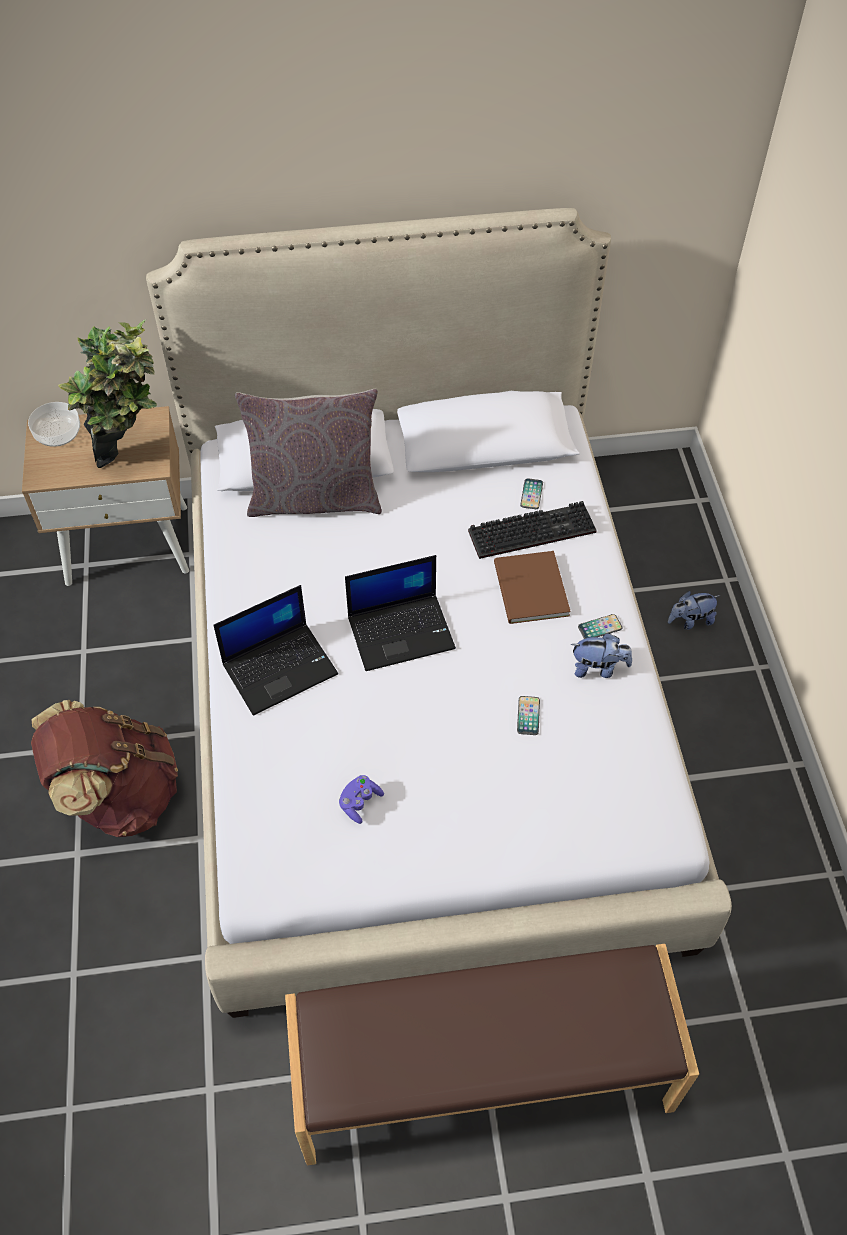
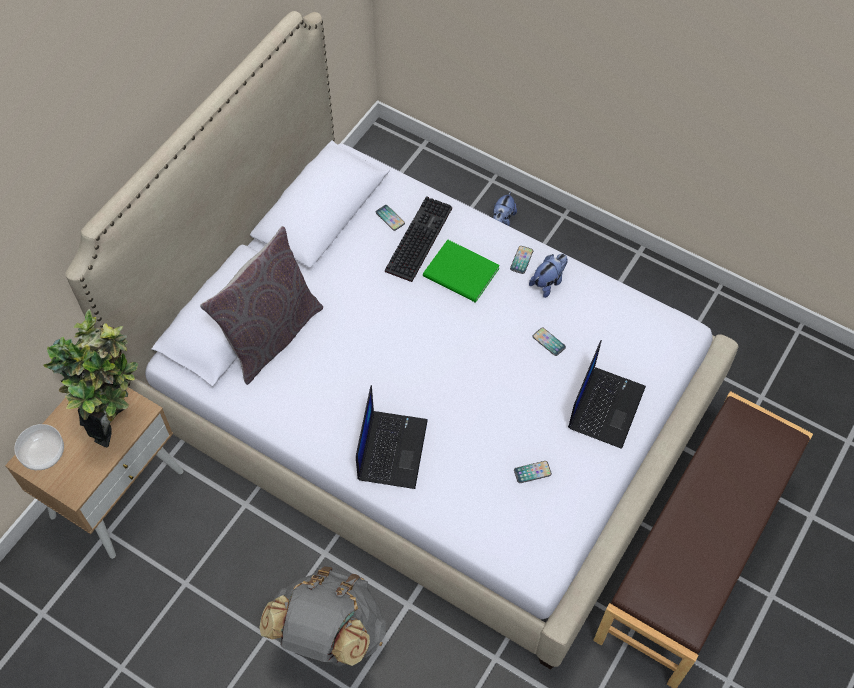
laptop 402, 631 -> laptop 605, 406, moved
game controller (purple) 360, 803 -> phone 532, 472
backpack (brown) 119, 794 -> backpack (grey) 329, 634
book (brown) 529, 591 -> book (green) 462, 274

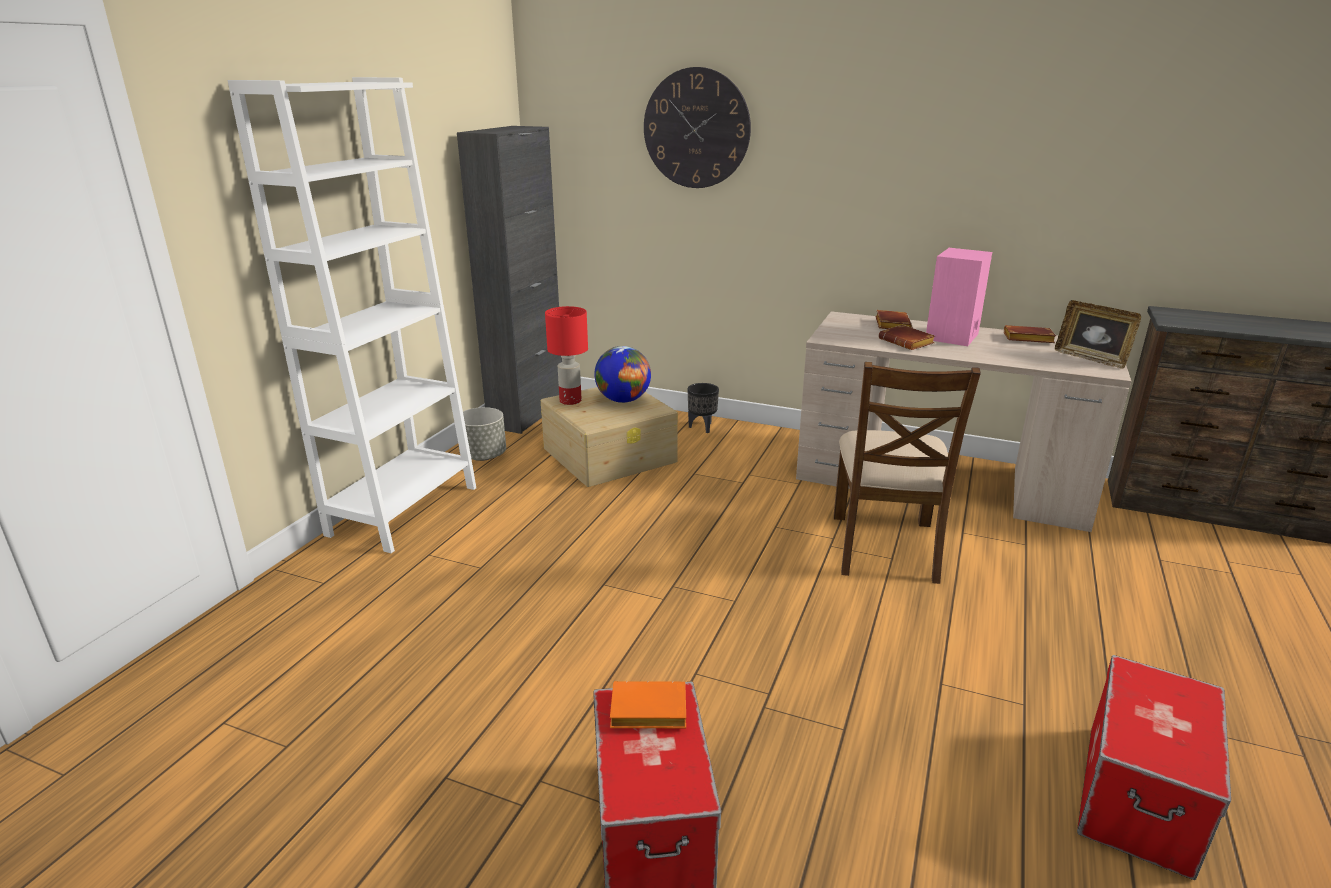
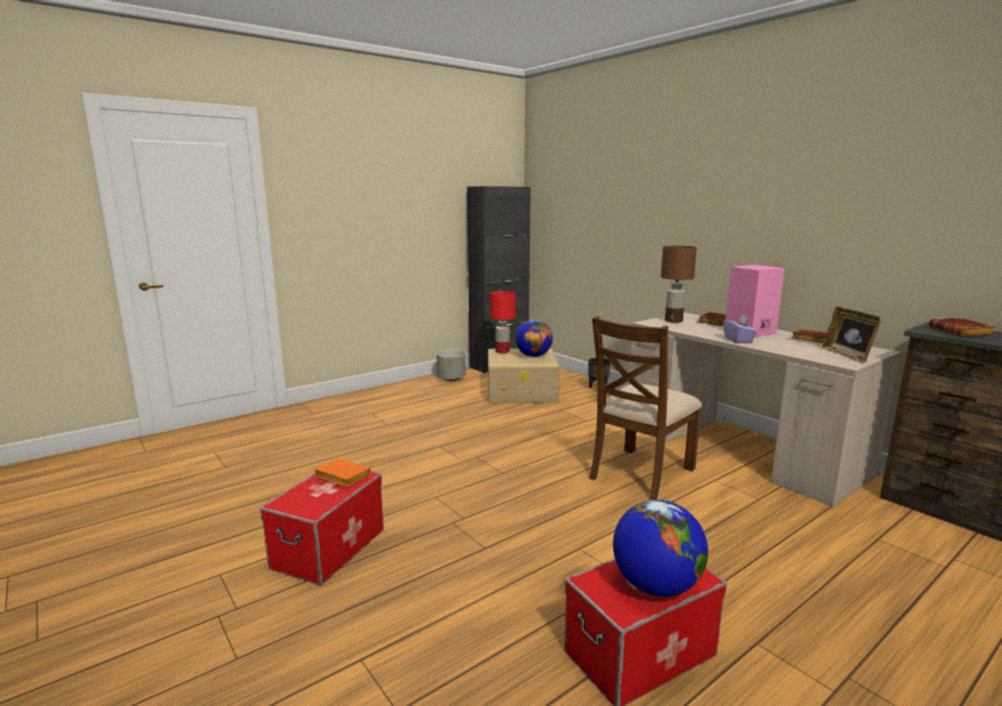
bookcase (white) 404, 510 -> none
wall clock 696, 129 -> none
none -> globe 656, 586
none -> table lamp (brown) 674, 321
none -> tissue box (purple) 738, 340
book (brown) 908, 342 -> book (brown) 962, 332, moved

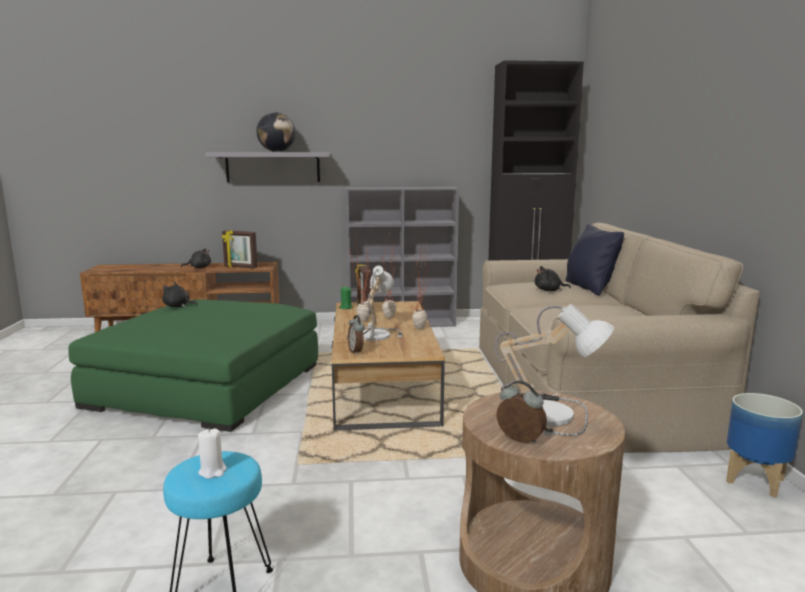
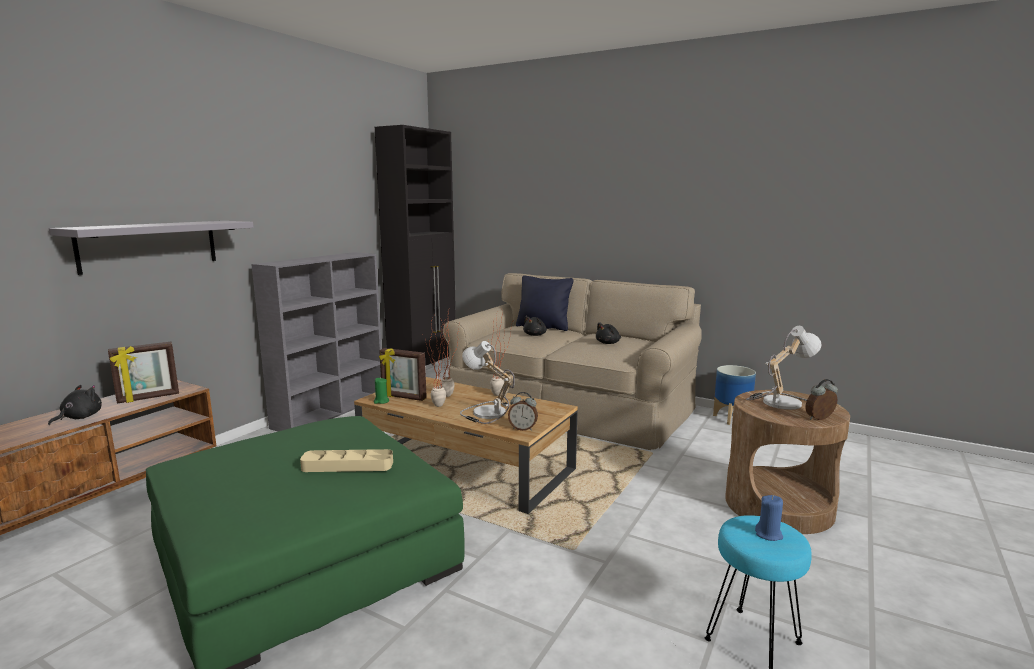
globe 277, 151 -> none
none -> tray (beige) 347, 465
plush toy (black) 178, 306 -> plush toy (black) 608, 343, moved
candle (white) 212, 471 -> candle (blue) 768, 534

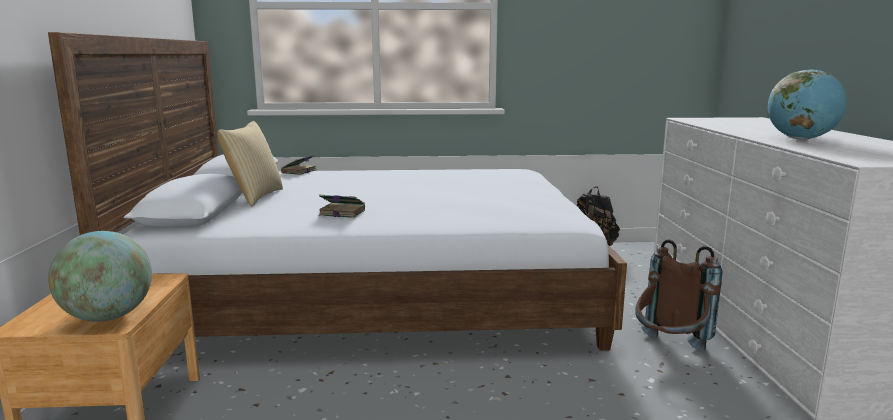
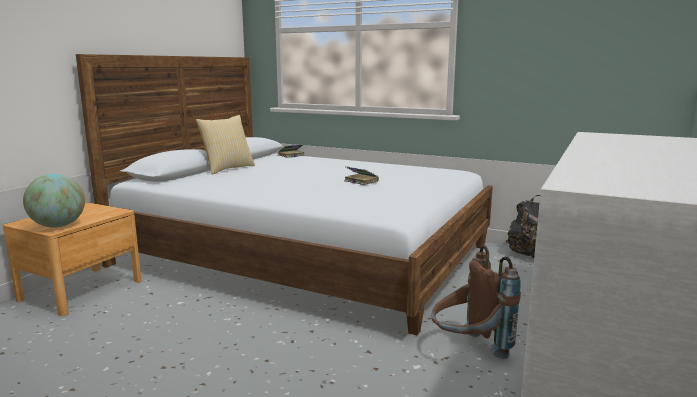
globe 801, 139 -> none
book 341, 213 -> book 360, 181, moved

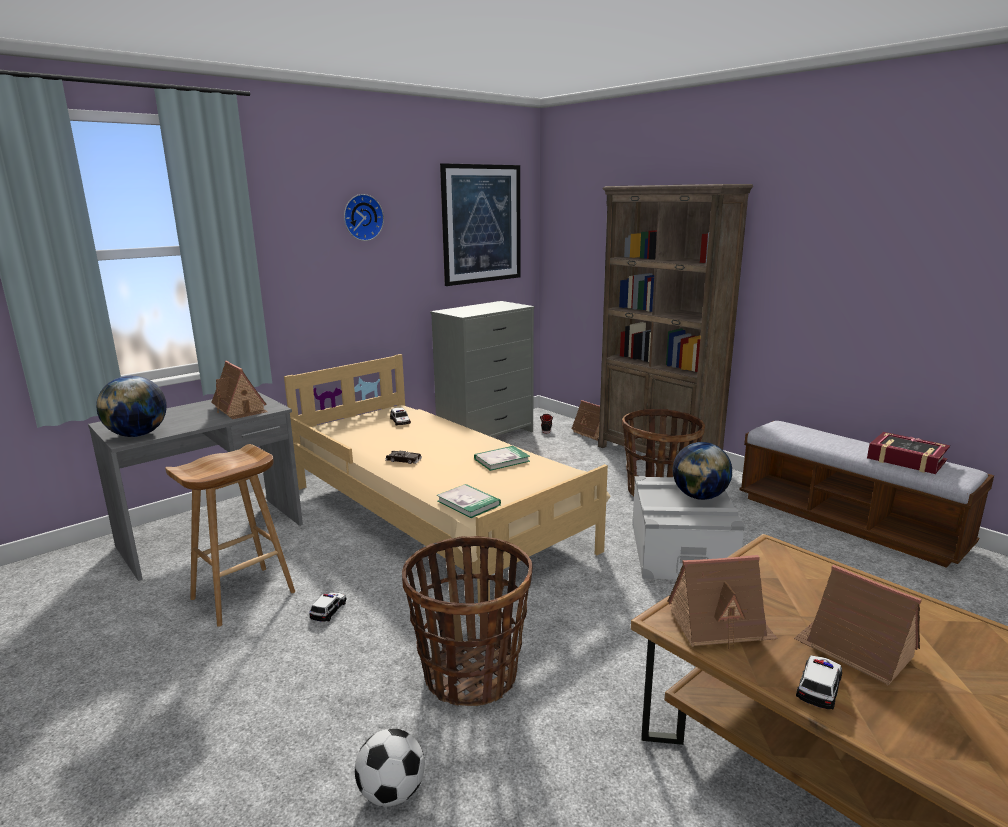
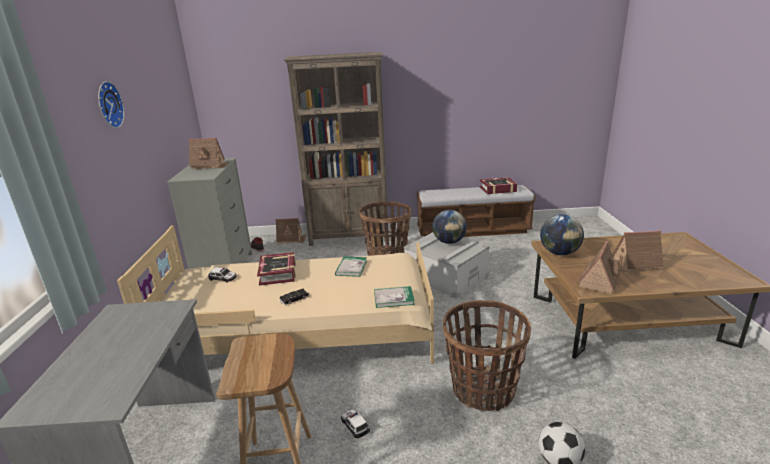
picture 482, 224 -> none
toy car 819, 686 -> none
none -> book 278, 273
globe 138, 435 -> globe 559, 253, moved
toy house 240, 409 -> toy house 210, 165, moved

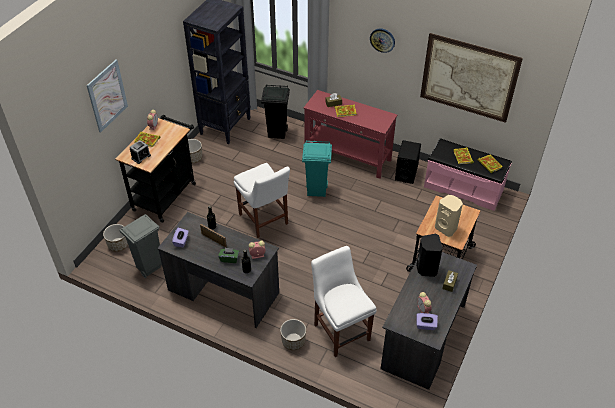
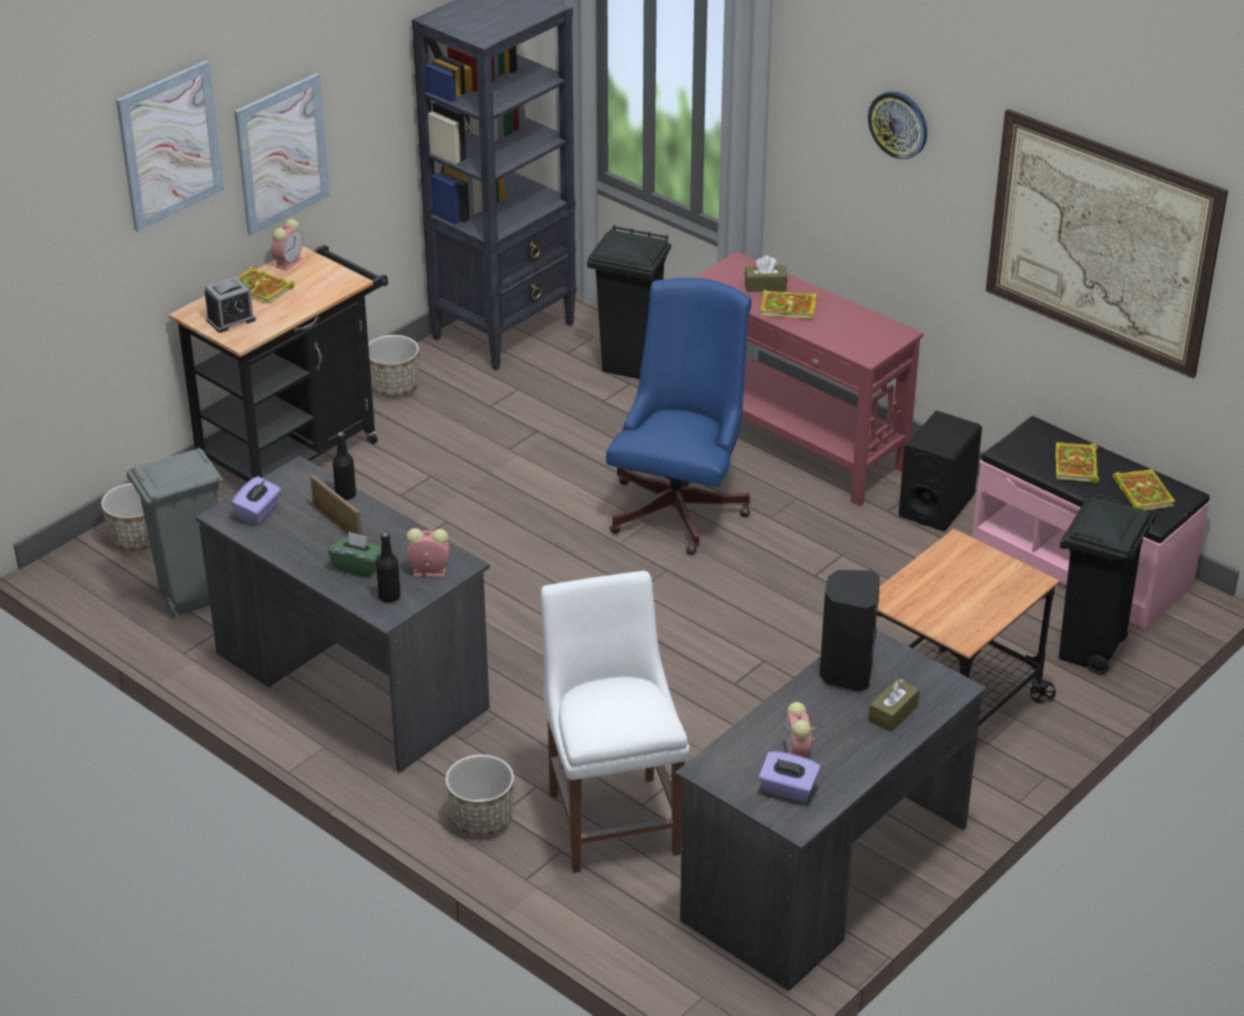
chair (white) 264, 221 -> none
speaker (beige) 446, 228 -> none
none -> picture 282, 153
none -> trash can (black) 1090, 652
trash can (turquoise) 317, 190 -> office chair (blue) 681, 506

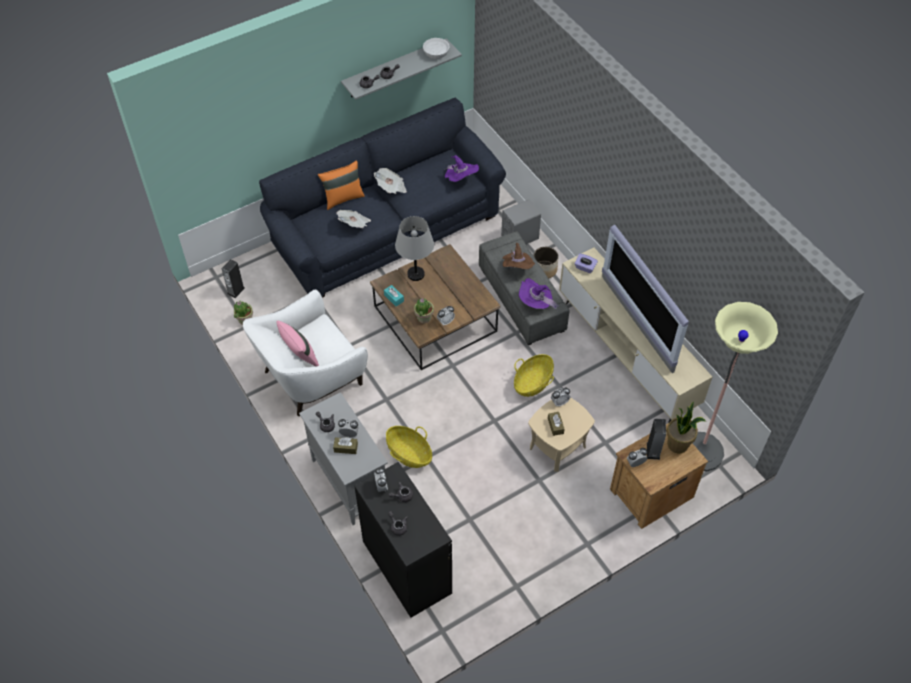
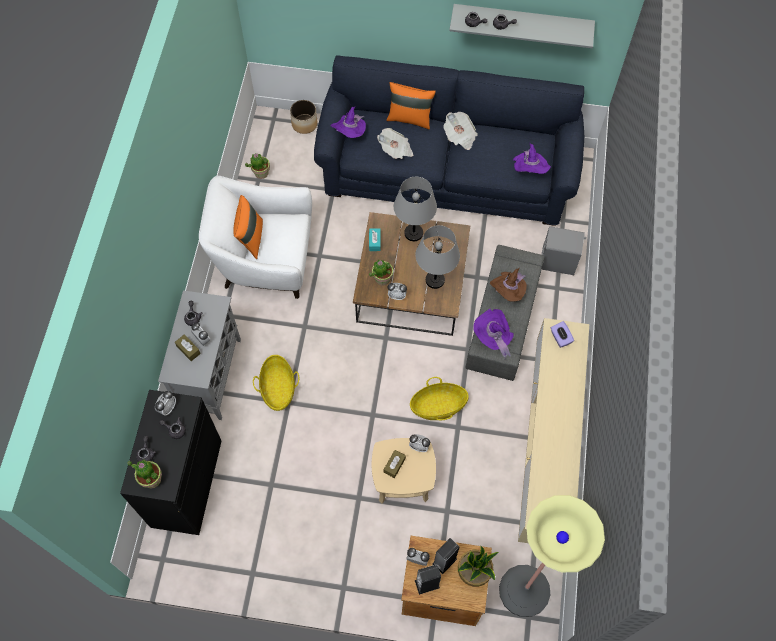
bowl (white) 436, 52 -> none
television 636, 324 -> none
none -> potted plant 151, 479
none -> hat (purple) 350, 133
none -> table lamp (grey) 435, 280
speaker 236, 290 -> speaker 427, 584, moved
planter 544, 269 -> planter 305, 124, moved
pillow (pink) 300, 356 -> pillow (orange) 251, 238

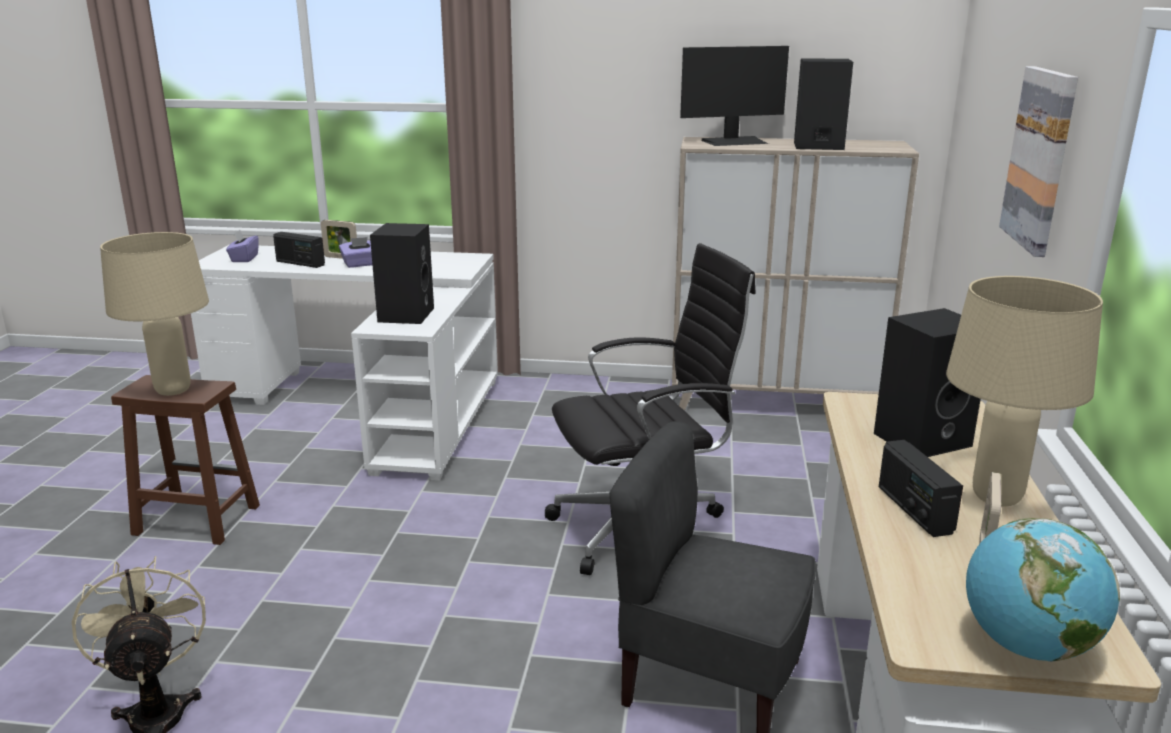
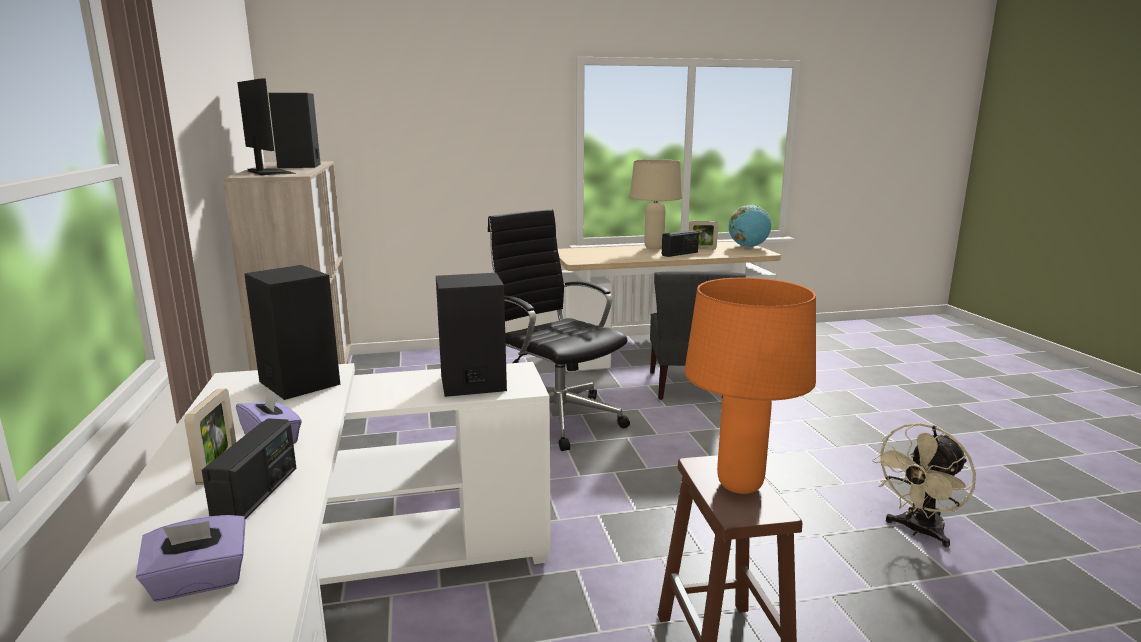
picture 1040, 159 -> none
speaker (black) 922, 438 -> speaker (black) 297, 383, moved
table lamp (beige) 174, 391 -> table lamp (orange) 739, 484

